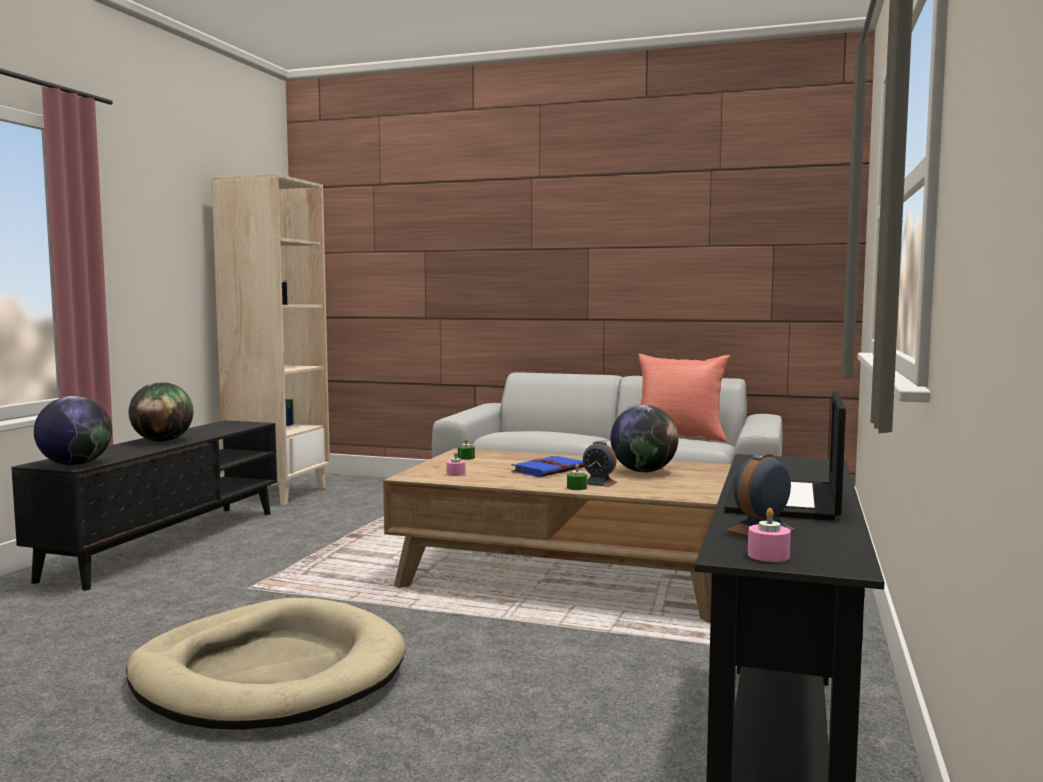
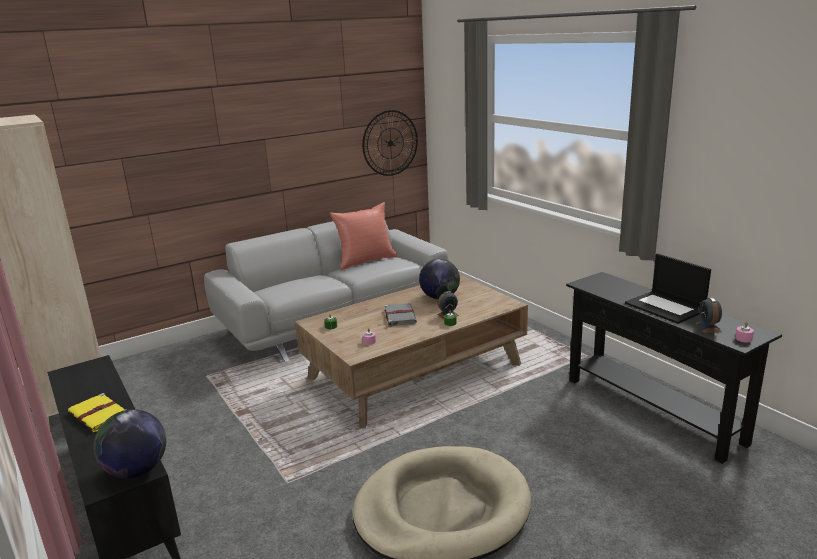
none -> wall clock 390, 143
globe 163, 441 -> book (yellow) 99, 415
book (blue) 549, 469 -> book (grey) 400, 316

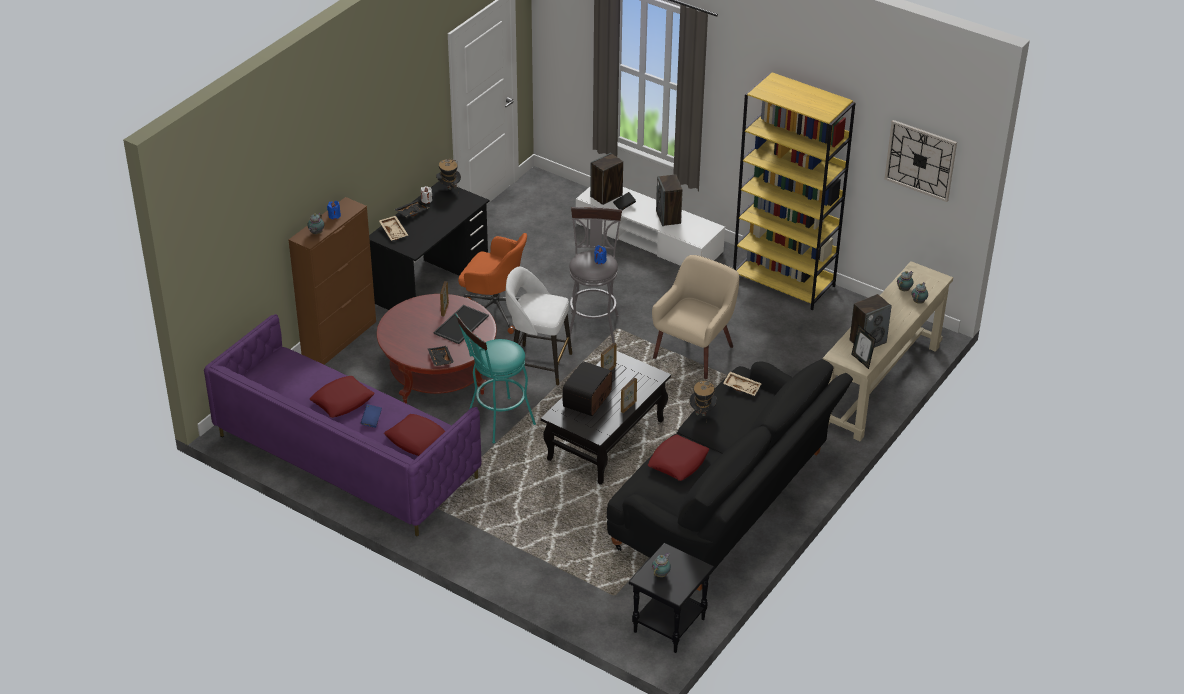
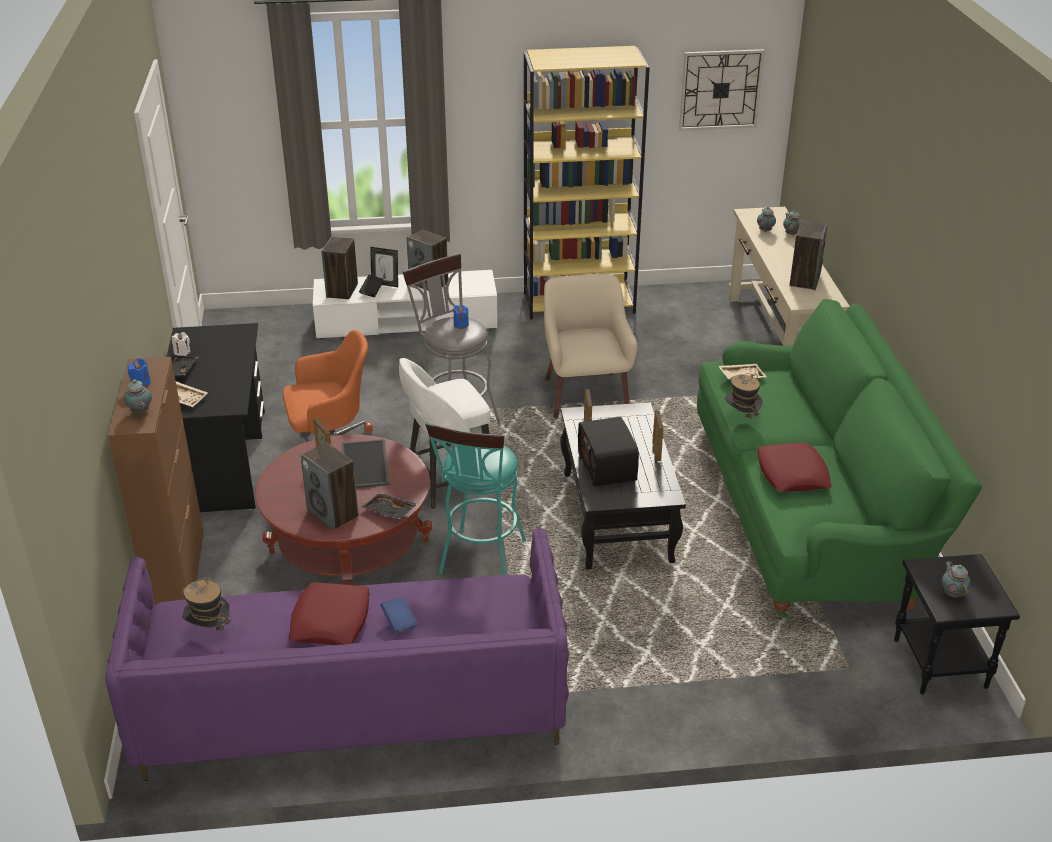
pillow (red) 417, 439 -> none
none -> speaker 333, 513
hat 449, 188 -> hat 209, 630, moved
picture frame 861, 360 -> picture frame 385, 284, moved
sofa (black) 726, 503 -> sofa (green) 809, 510

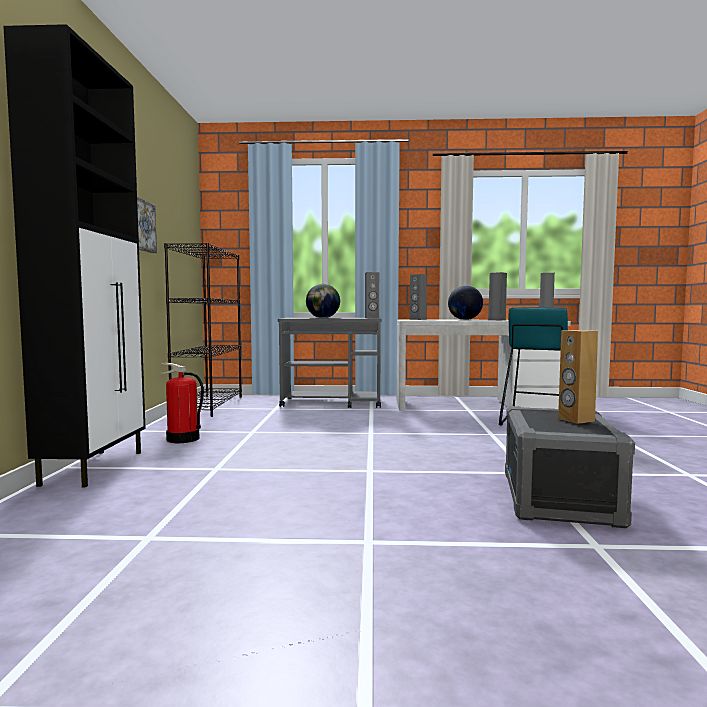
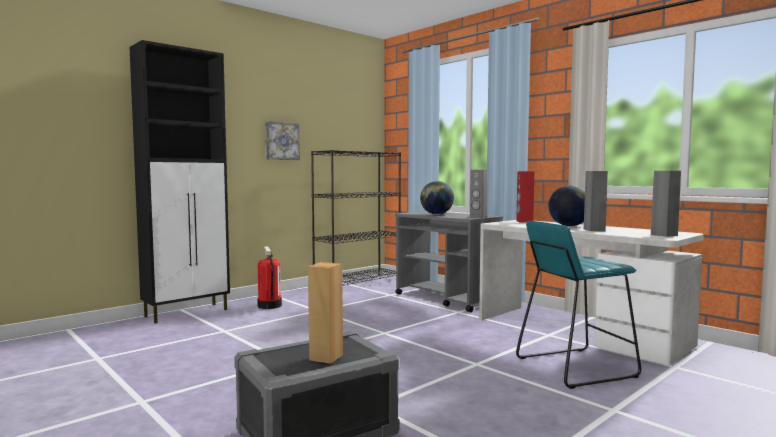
speaker (grey) 417, 319 -> speaker (red) 524, 221

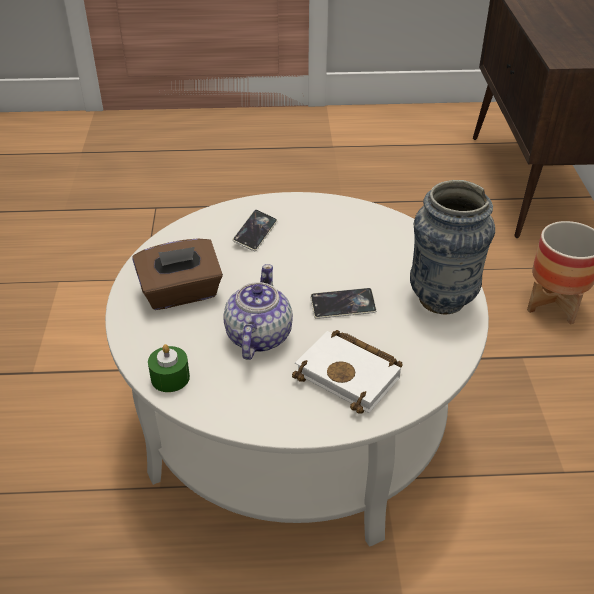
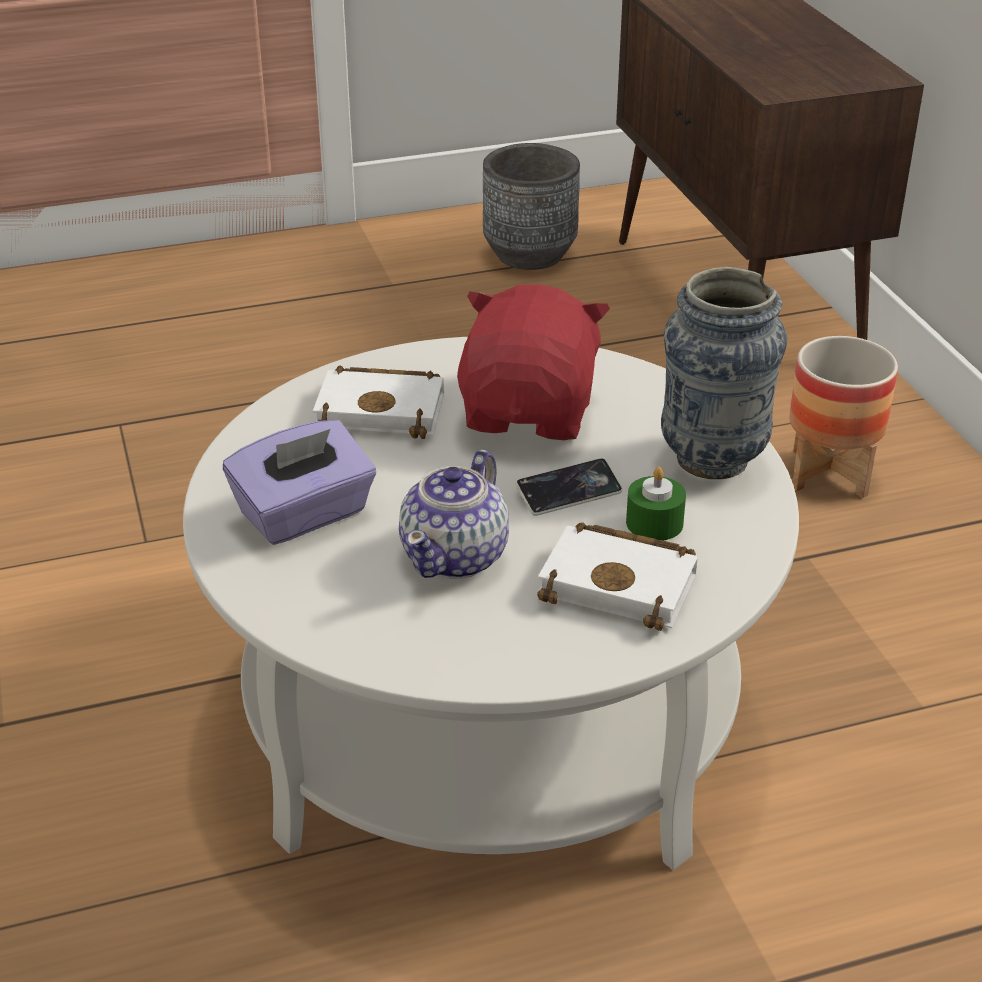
none -> plush toy (red) 530, 412
none -> planter (grey) 529, 254
candle (green) 170, 377 -> candle (green) 654, 523, moved
phone 255, 233 -> book (white) 384, 410
tissue box (brown) 181, 293 -> tissue box (purple) 304, 515
teapot 257, 337 -> teapot 456, 556, 150 degrees counterclockwise

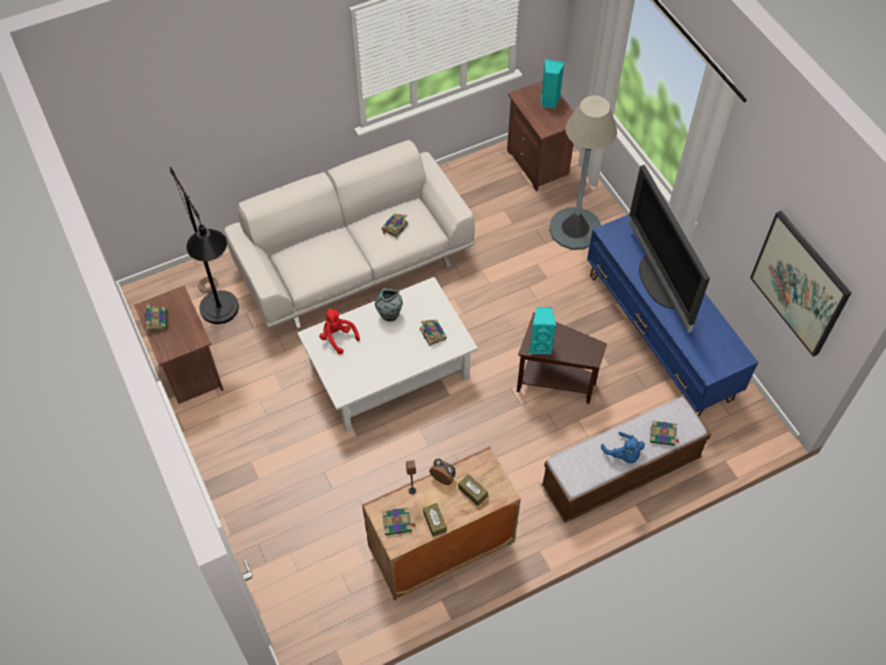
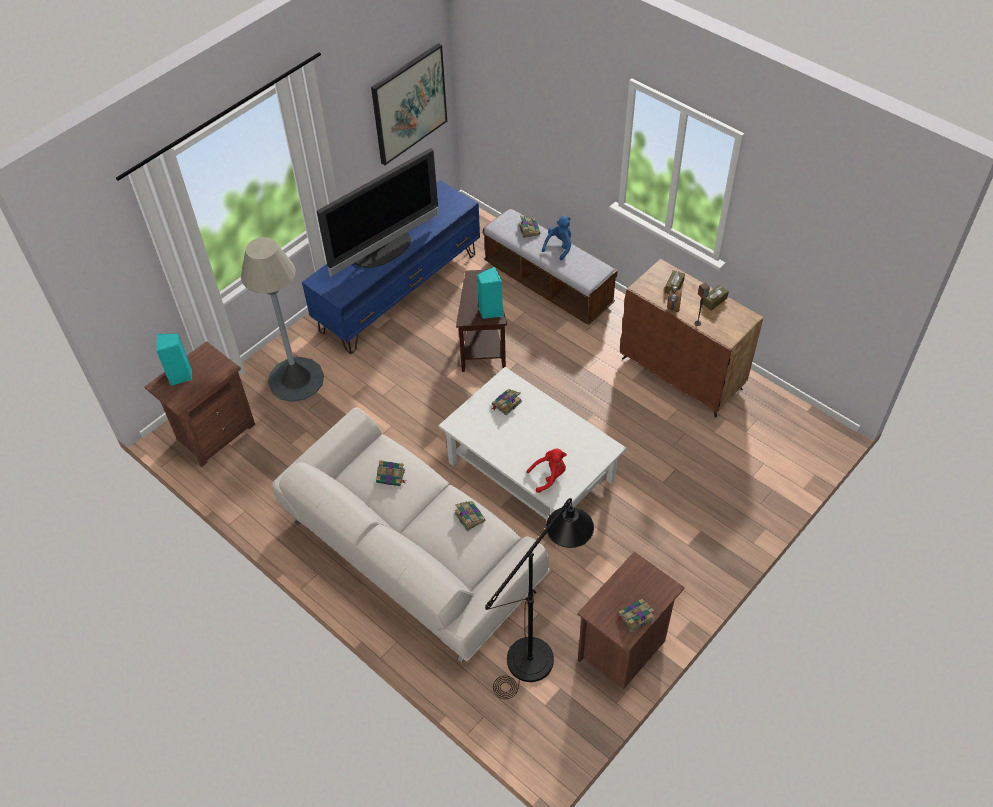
vase 389, 315 -> none
book 397, 523 -> book 469, 516, moved
plush toy (red) 337, 337 -> plush toy (red) 549, 476, 135 degrees counterclockwise

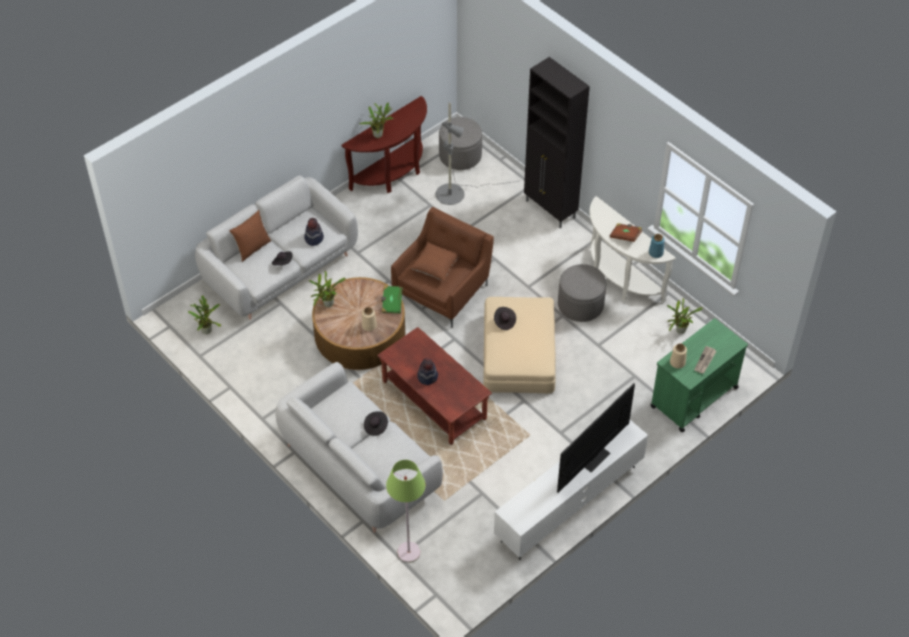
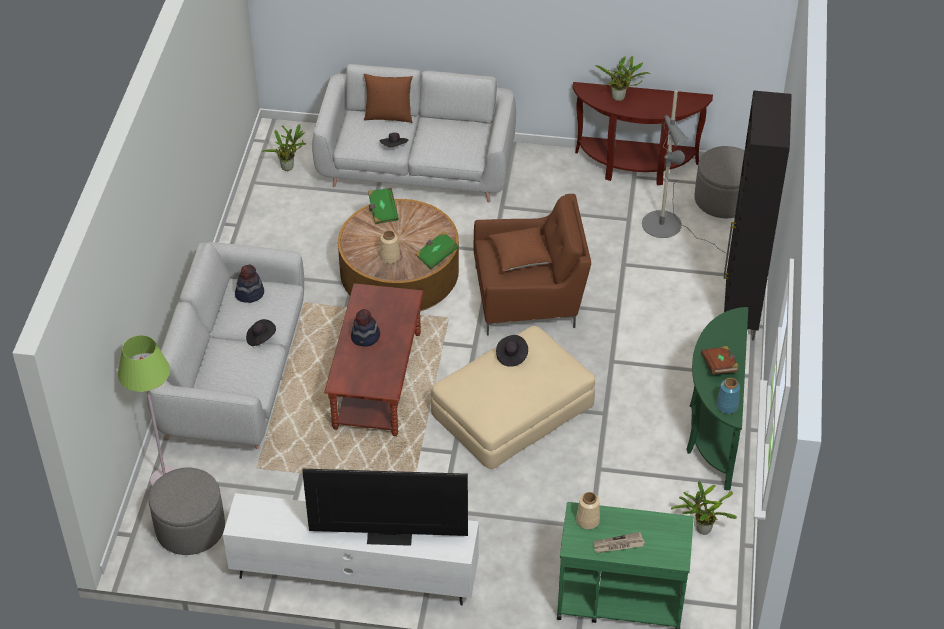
hat 313, 238 -> hat 249, 293, moved
ottoman (grey) 580, 305 -> ottoman (grey) 190, 528, moved
potted plant 327, 304 -> book (green) 382, 212
console table (white) 619, 279 -> console table (green) 712, 430

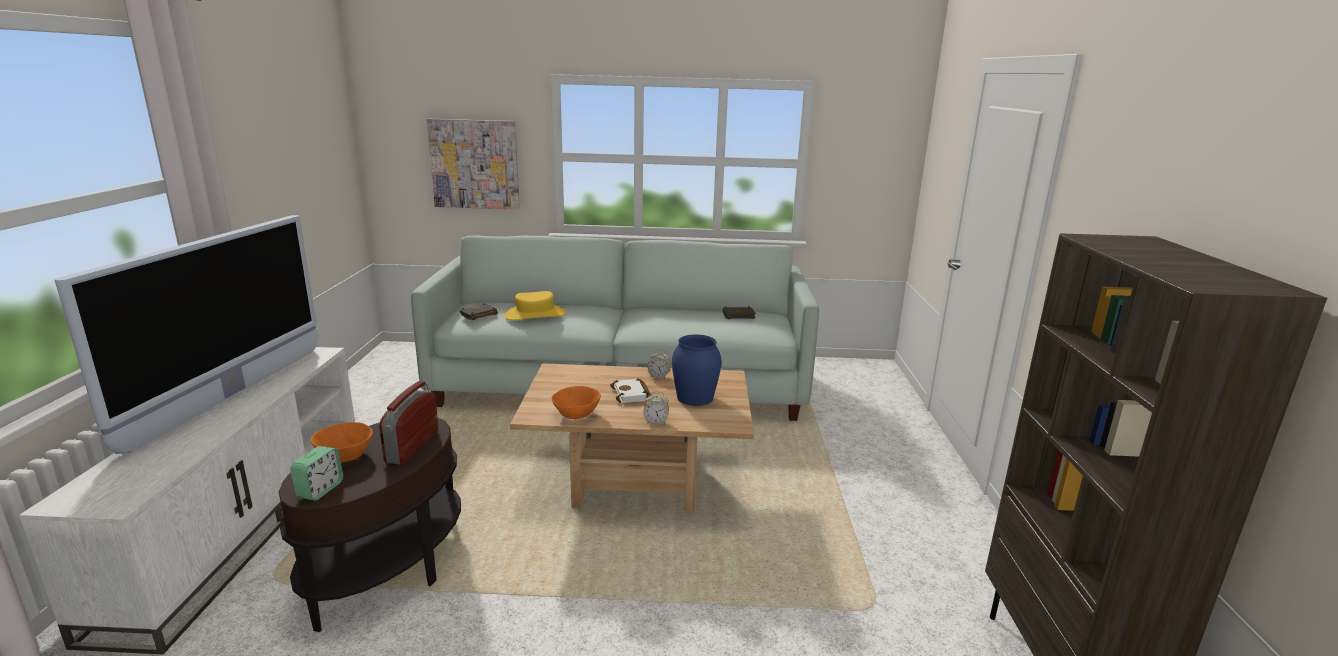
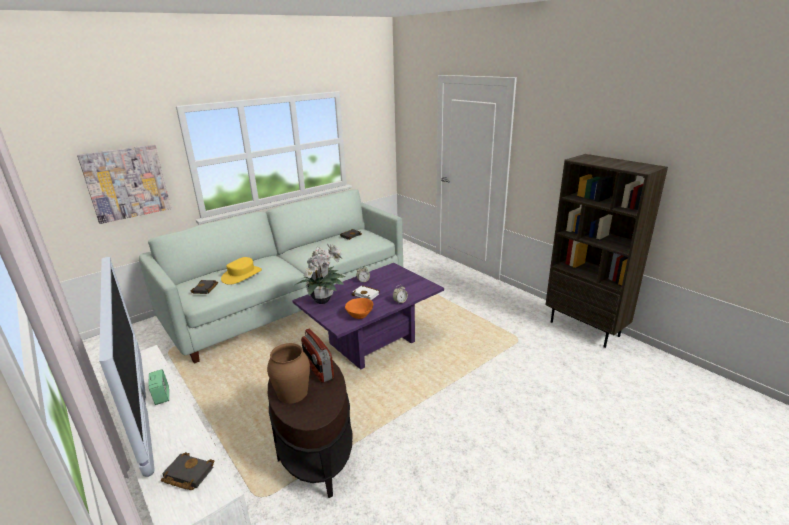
vase (blue) 694, 397 -> none
none -> book (black) 186, 474
none -> potted plant 324, 300
alarm clock 320, 490 -> alarm clock 162, 396, moved
bowl (orange) 346, 456 -> vase (brown) 293, 393
coffee table (beige) 636, 483 -> coffee table (purple) 372, 343

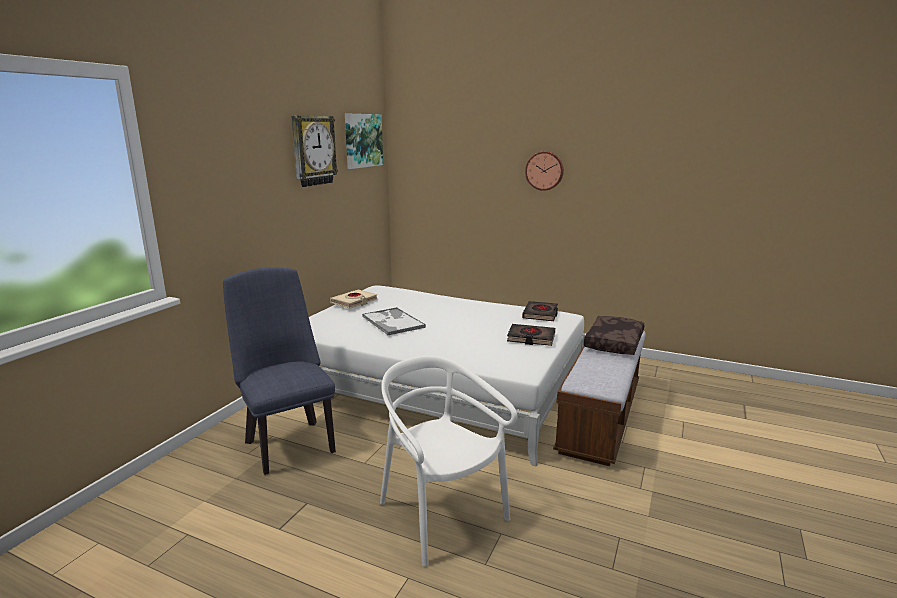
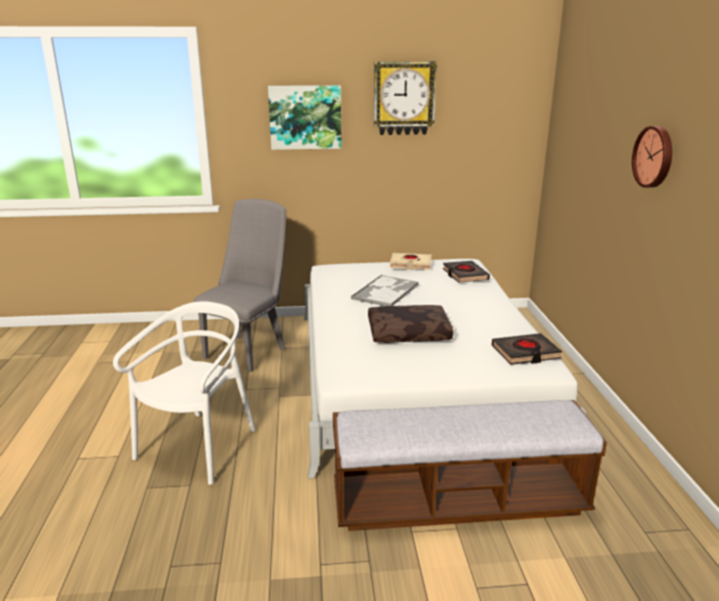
picture 362, 140 -> picture 305, 117, moved
book (black) 531, 338 -> book (black) 465, 275, moved
pillow (brown) 613, 342 -> pillow (brown) 409, 332, moved
chair (blue) 288, 442 -> chair (grey) 249, 350

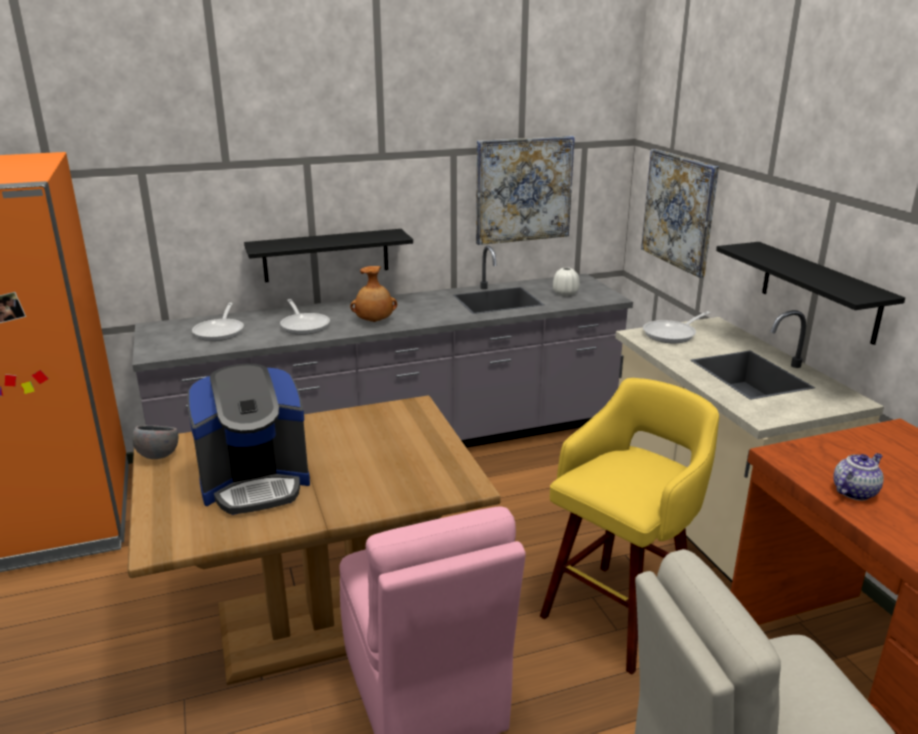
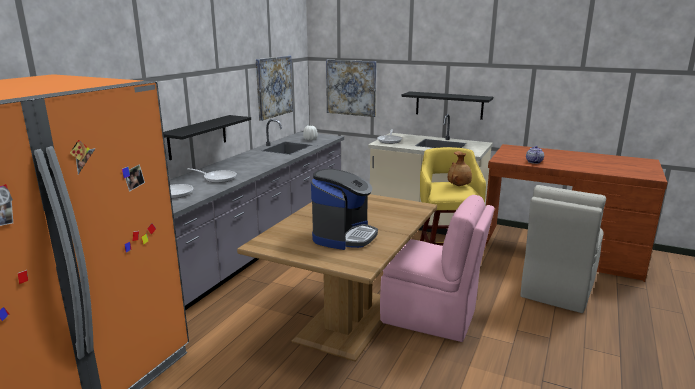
bowl (grey) 158, 456 -> none
vase (brown) 374, 321 -> vase (brown) 459, 186, moved

